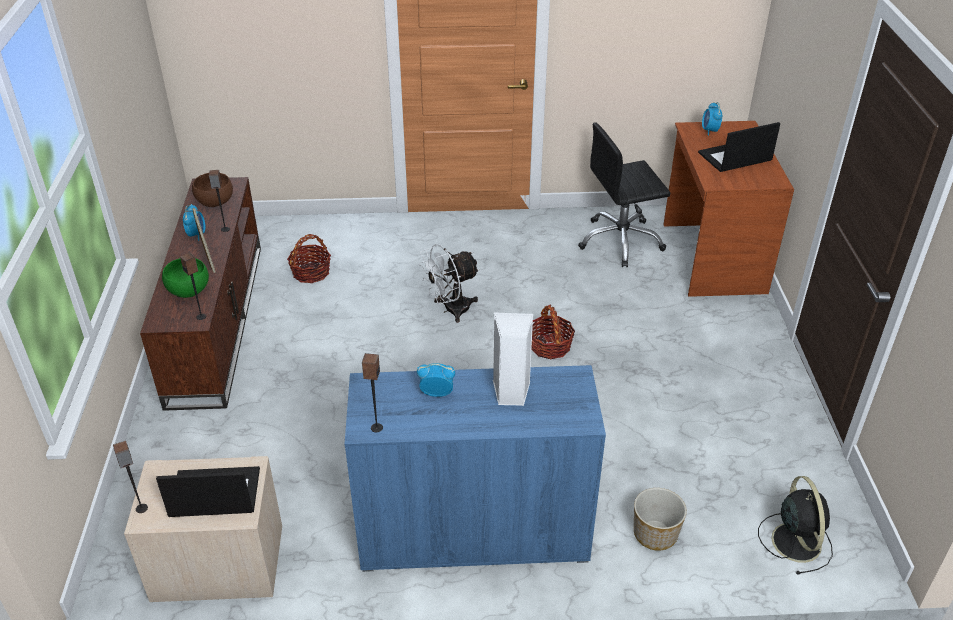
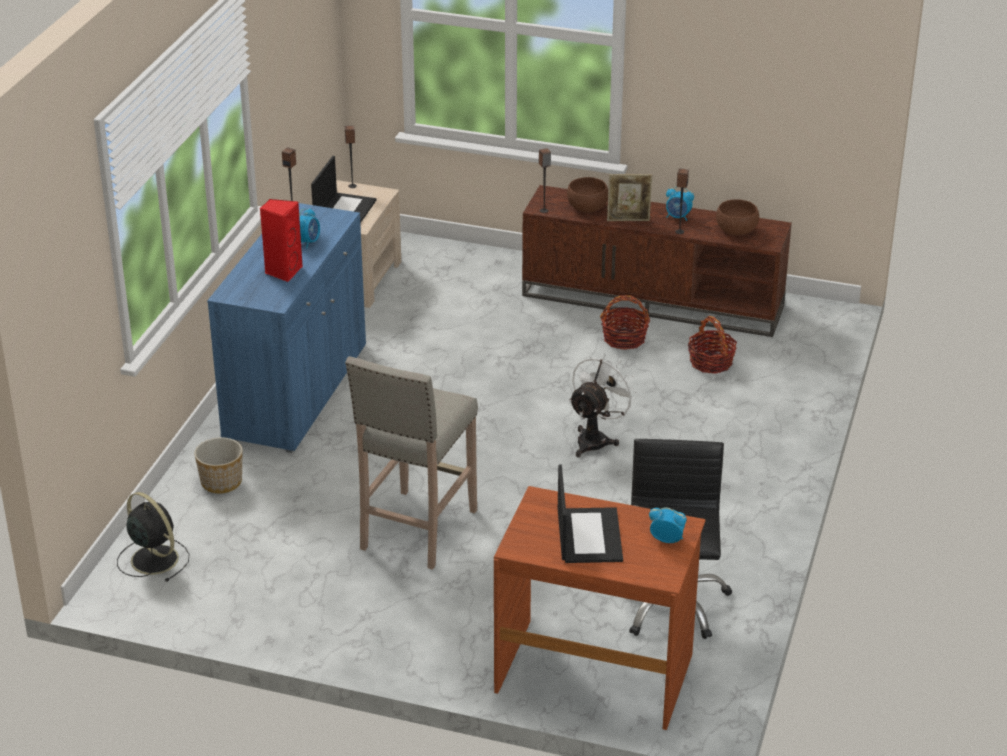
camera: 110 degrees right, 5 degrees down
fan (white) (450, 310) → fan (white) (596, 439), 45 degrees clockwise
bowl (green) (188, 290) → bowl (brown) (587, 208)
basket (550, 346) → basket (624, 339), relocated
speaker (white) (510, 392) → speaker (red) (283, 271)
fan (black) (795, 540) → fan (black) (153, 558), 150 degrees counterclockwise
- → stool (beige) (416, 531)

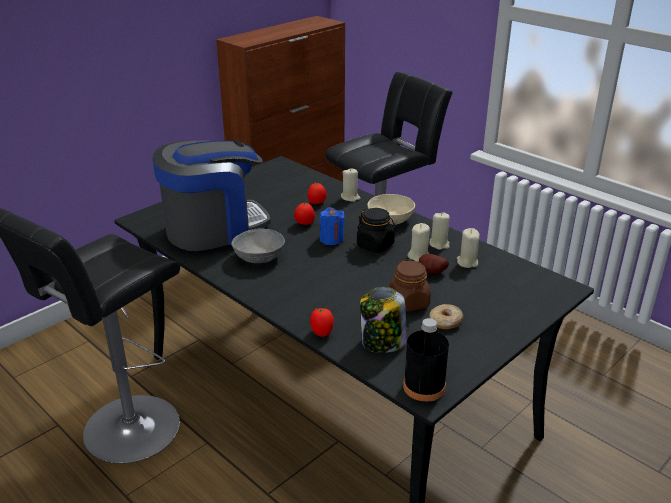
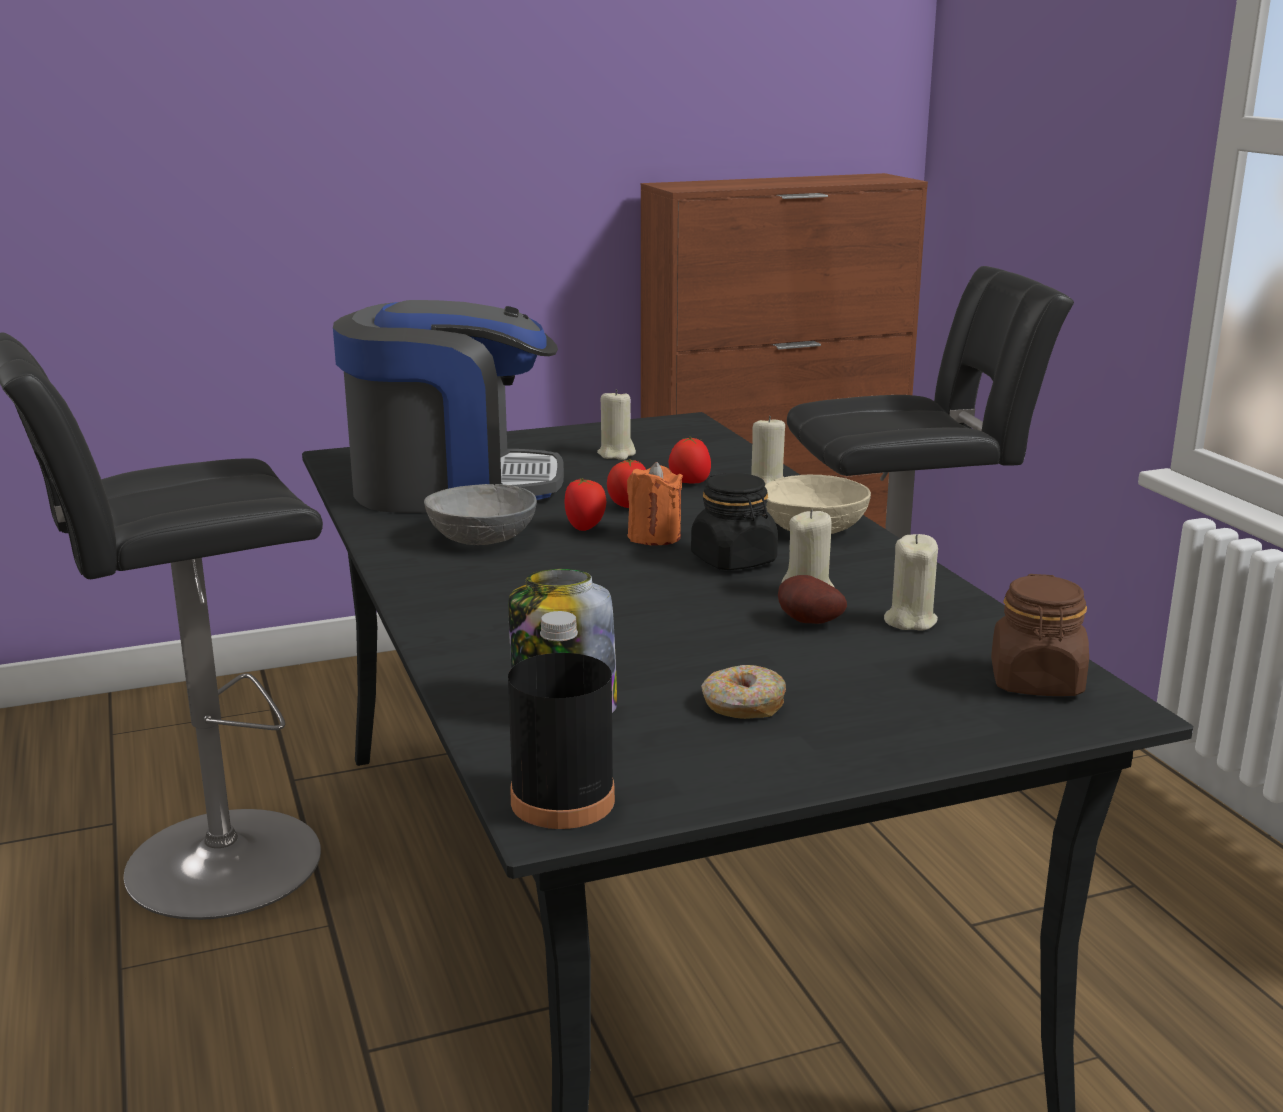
camera: 25 degrees right, 10 degrees down
candle (blue) (331, 239) → candle (orange) (654, 537)
candle (beige) (439, 244) → candle (beige) (616, 454), relocated
jar (brown) (409, 302) → jar (brown) (1036, 682), relocated
tomato (322, 333) → tomato (585, 527), relocated

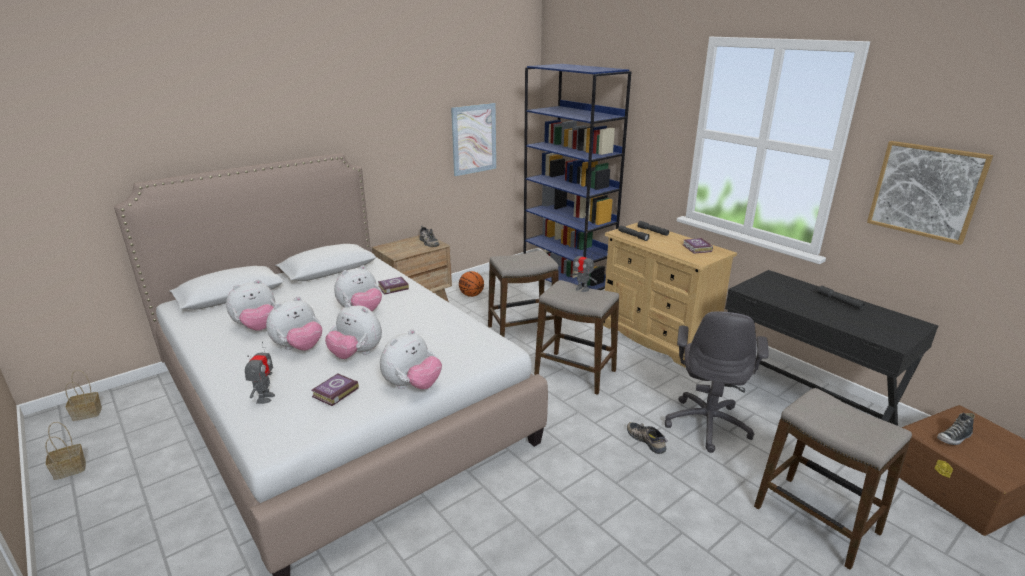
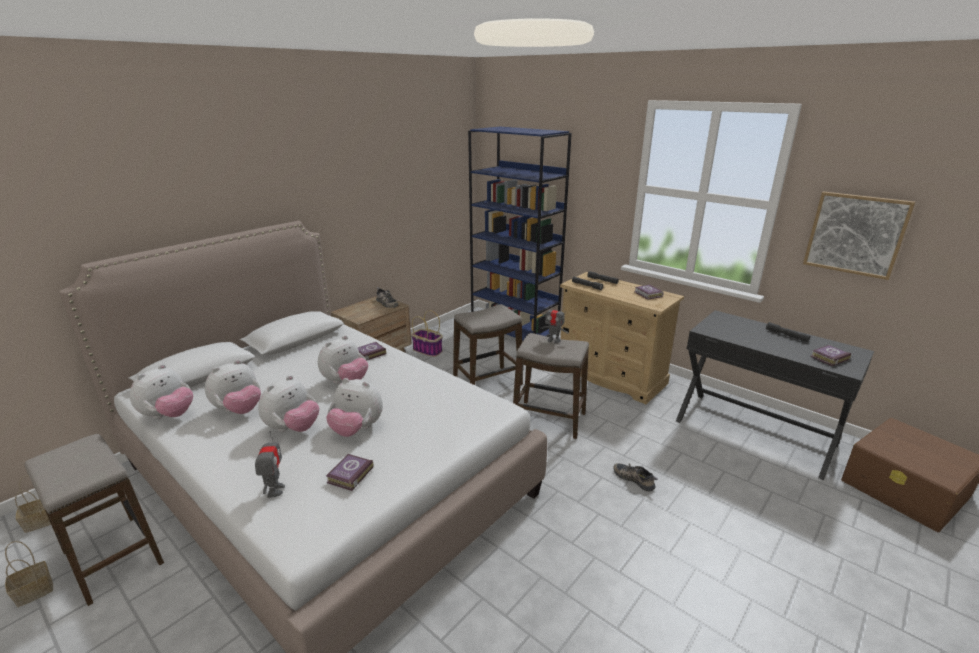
camera: 10 degrees left, 0 degrees up
picture (474, 139) → -
basketball (471, 295) → basket (428, 350)
office chair (grey) (708, 424) → -
plush toy (412, 386) → plush toy (169, 415), relocated
stool (815, 520) → stool (113, 557), relocated
shoe (954, 438) → -
- → book (828, 358)

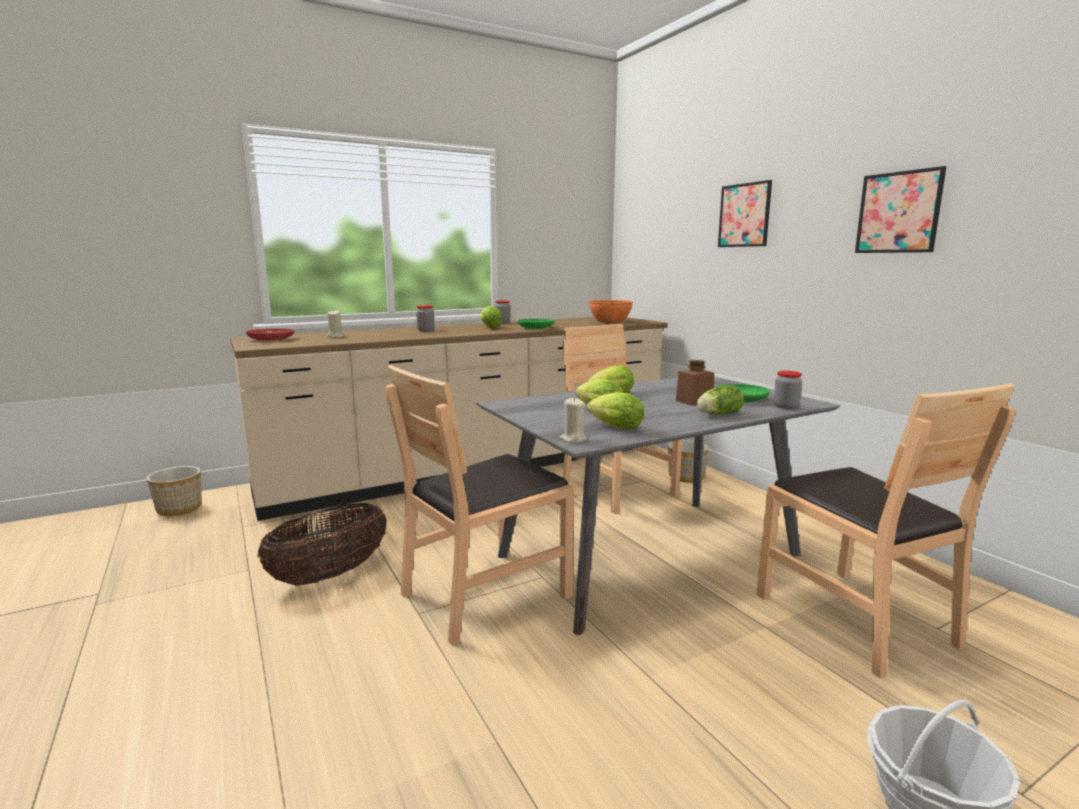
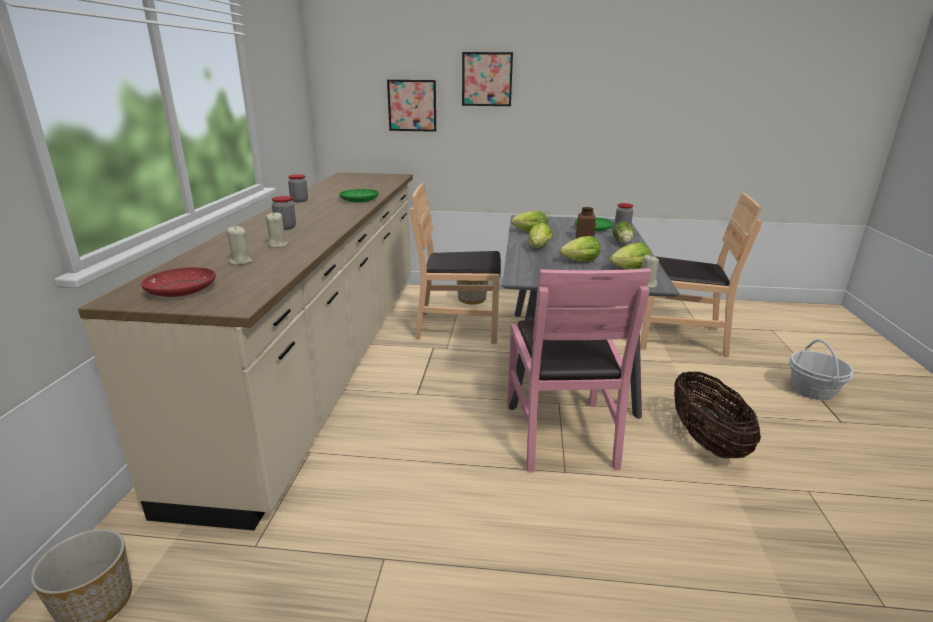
camera: 55 degrees left, 10 degrees up
picture (898, 212) → picture (412, 105), relocated
bowl (orange) (610, 321) → -
lettuce (489, 327) → lettuce (528, 232), relocated
chair (brown) (484, 593) → chair (pink) (561, 433)
basket (329, 575) → basket (706, 441), relocated
- → candle (beige) (277, 245)

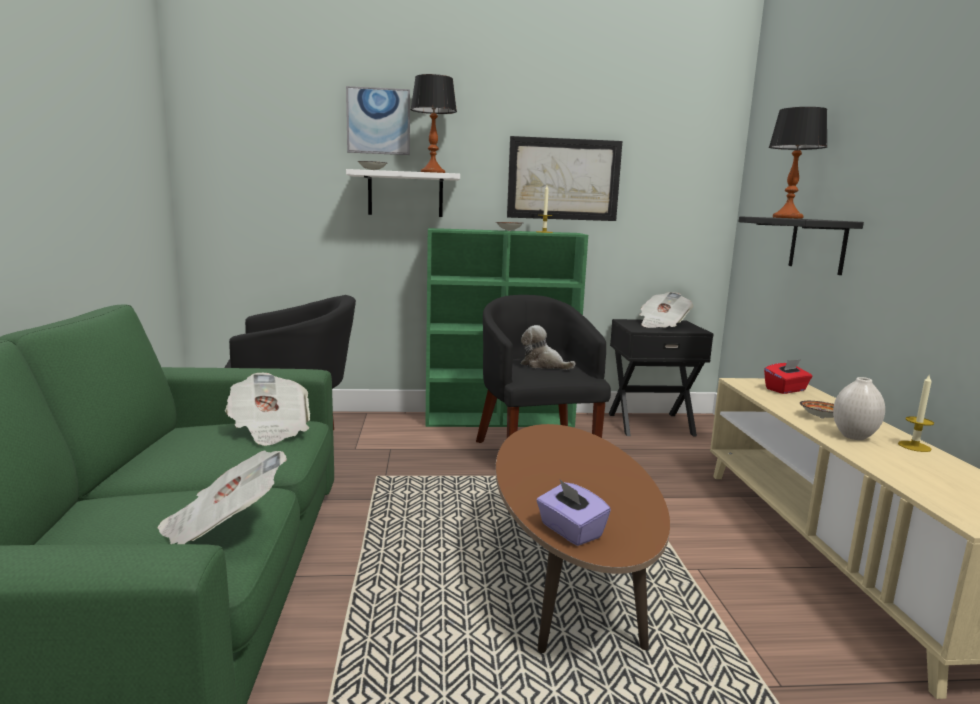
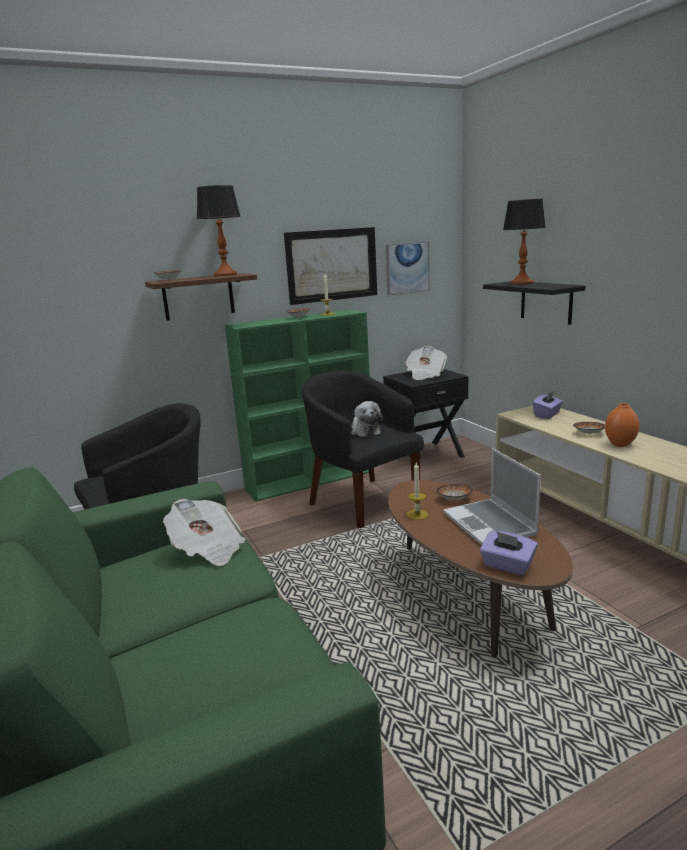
camera: 20 degrees left, 5 degrees up
picture (378, 121) → picture (407, 268), relocated
shelf (white) (405, 194) → shelf (brown) (198, 297)
plush toy (543, 365) → plush toy (365, 431), 120 degrees counterclockwise
tissue box (red) (786, 390) → tissue box (purple) (547, 415)
candle (914, 446) → candle (417, 514), relocated
vase (white) (853, 436) → vase (orange) (619, 444)
newspaper (223, 526) → -
- → laptop (491, 525)
- → bowl (453, 499)

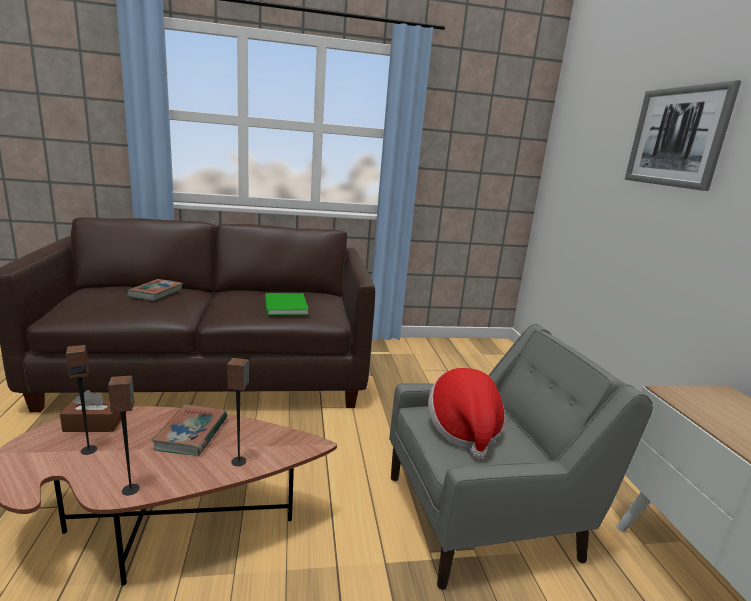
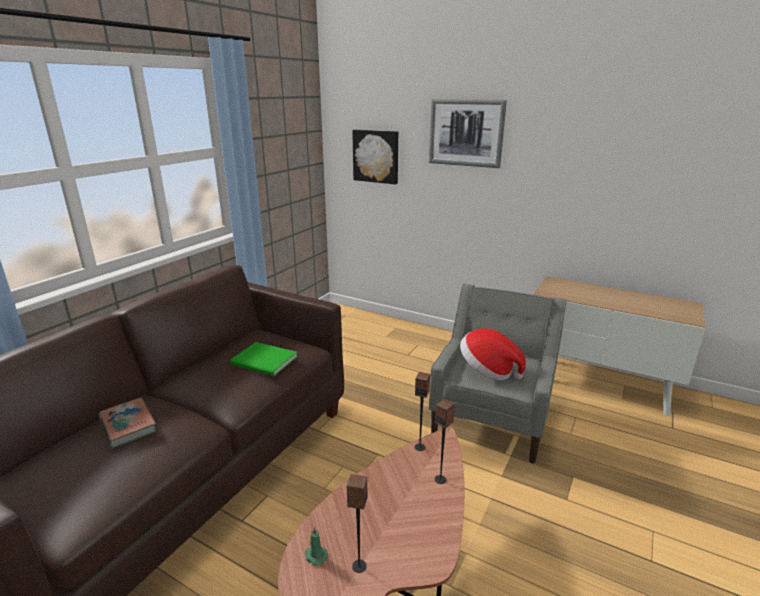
camera: 50 degrees left, 5 degrees up
speaker (131, 489) → speaker (420, 447), relocated
tissue box (brown) (93, 424) → candle (green) (315, 556)
book (191, 434) → -
- → picture (376, 156)

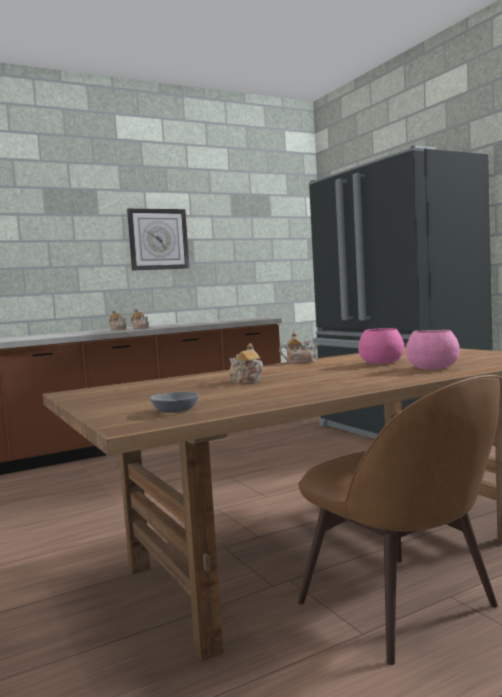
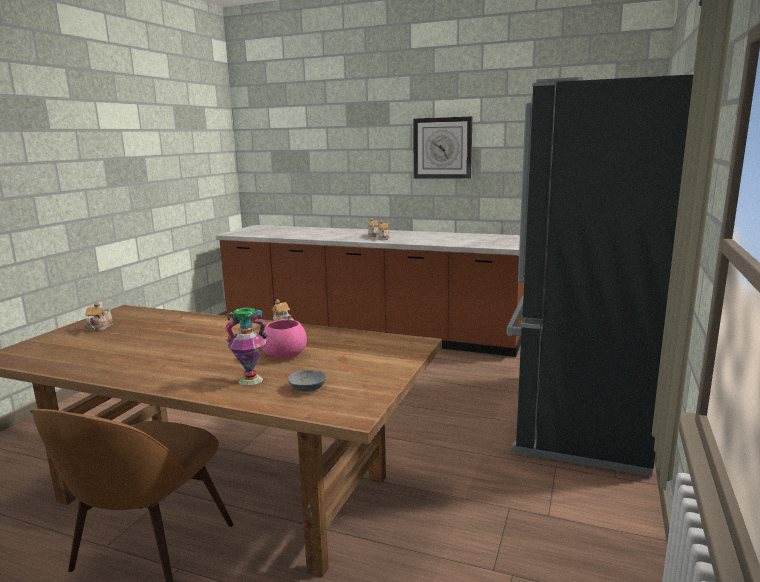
camera: 50 degrees right, 10 degrees up
bowl (pink) (432, 368) → vase (251, 380)
teapot (245, 381) → teapot (100, 327), relocated
bowl (grey) (175, 411) → bowl (grey) (307, 388), relocated

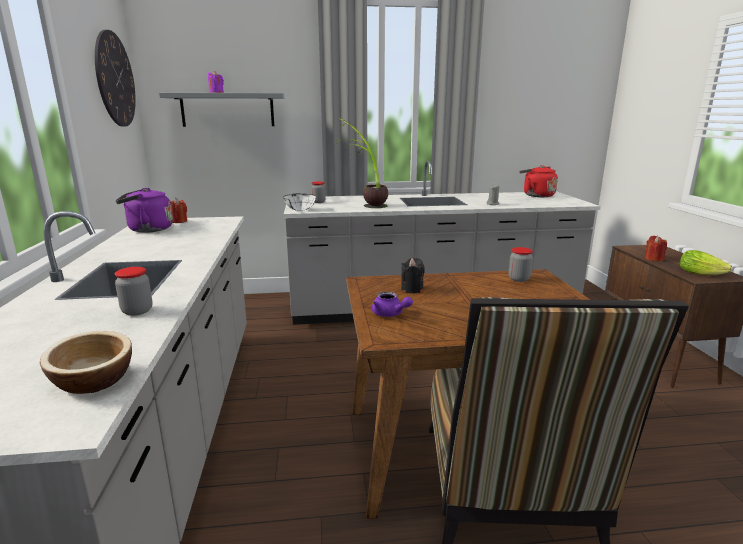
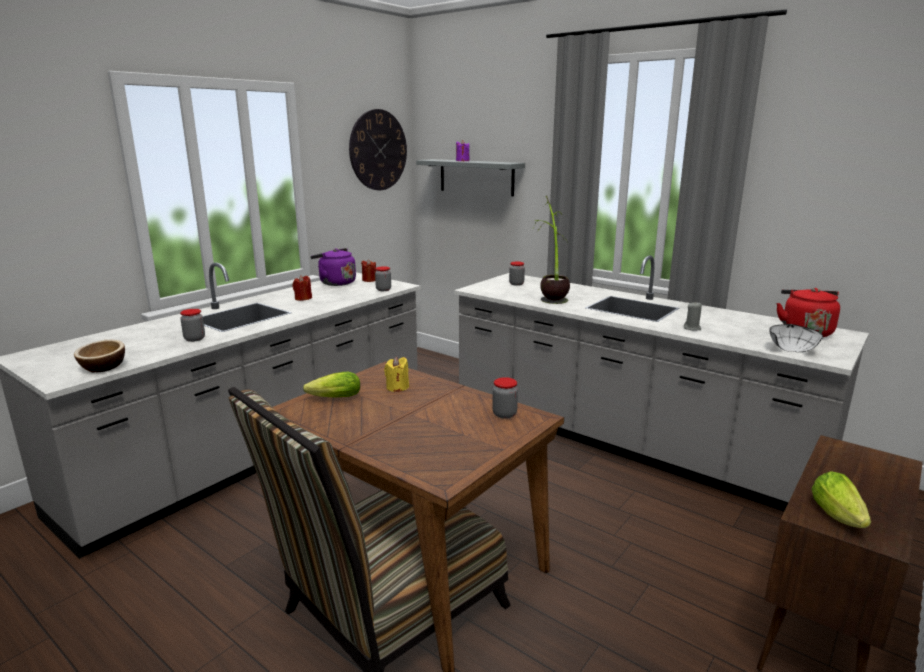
camera: 45 degrees right, 0 degrees up
bowl (white) (298, 209) → bowl (white) (790, 349), relocated
candle (red) (653, 259) → candle (red) (303, 298), relocated
candle (black) (412, 289) → candle (yellow) (397, 387)
teapot (purple) (390, 314) → lettuce (332, 398)
- → jar (383, 289)

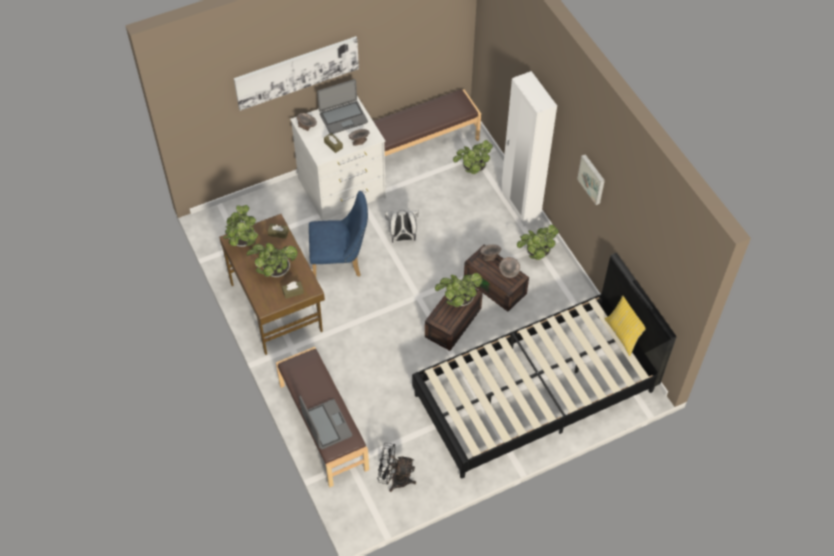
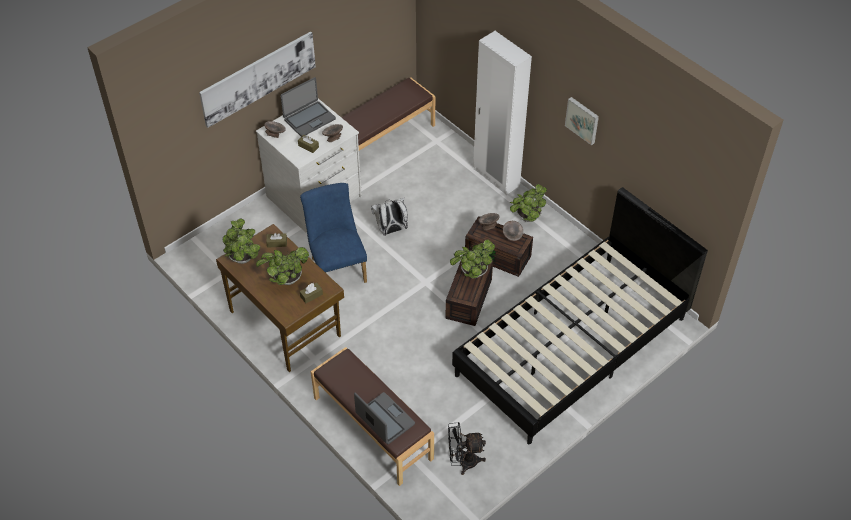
camera: 15 degrees left, 5 degrees down
potted plant (472, 170) → -
chair (blue) (340, 263) → chair (blue) (337, 267), 90 degrees counterclockwise
pillow (yellow) (623, 334) → -

